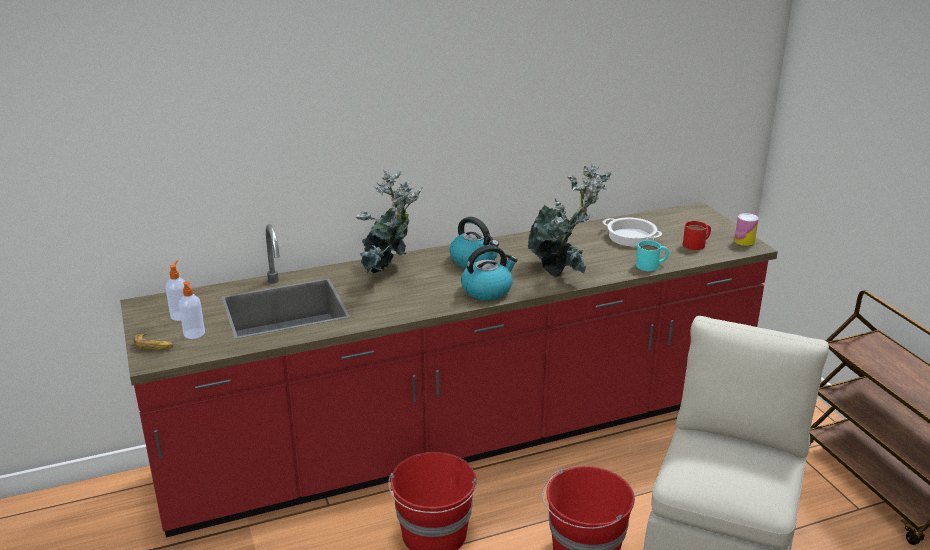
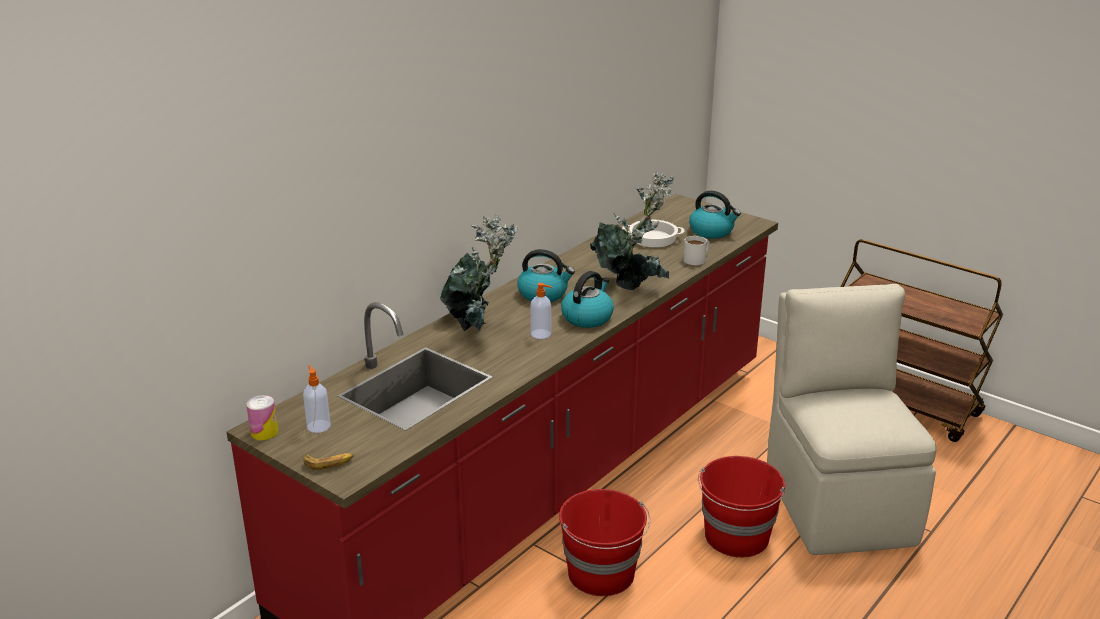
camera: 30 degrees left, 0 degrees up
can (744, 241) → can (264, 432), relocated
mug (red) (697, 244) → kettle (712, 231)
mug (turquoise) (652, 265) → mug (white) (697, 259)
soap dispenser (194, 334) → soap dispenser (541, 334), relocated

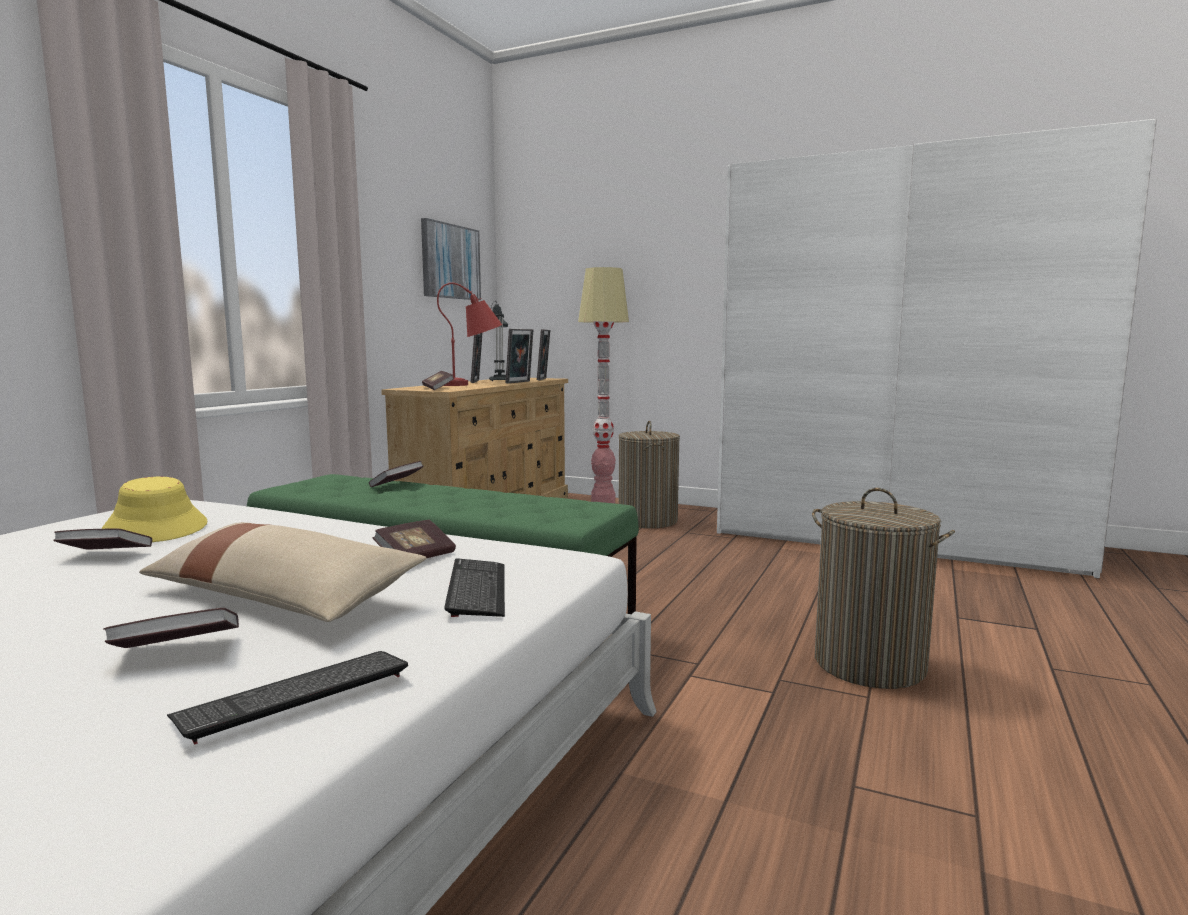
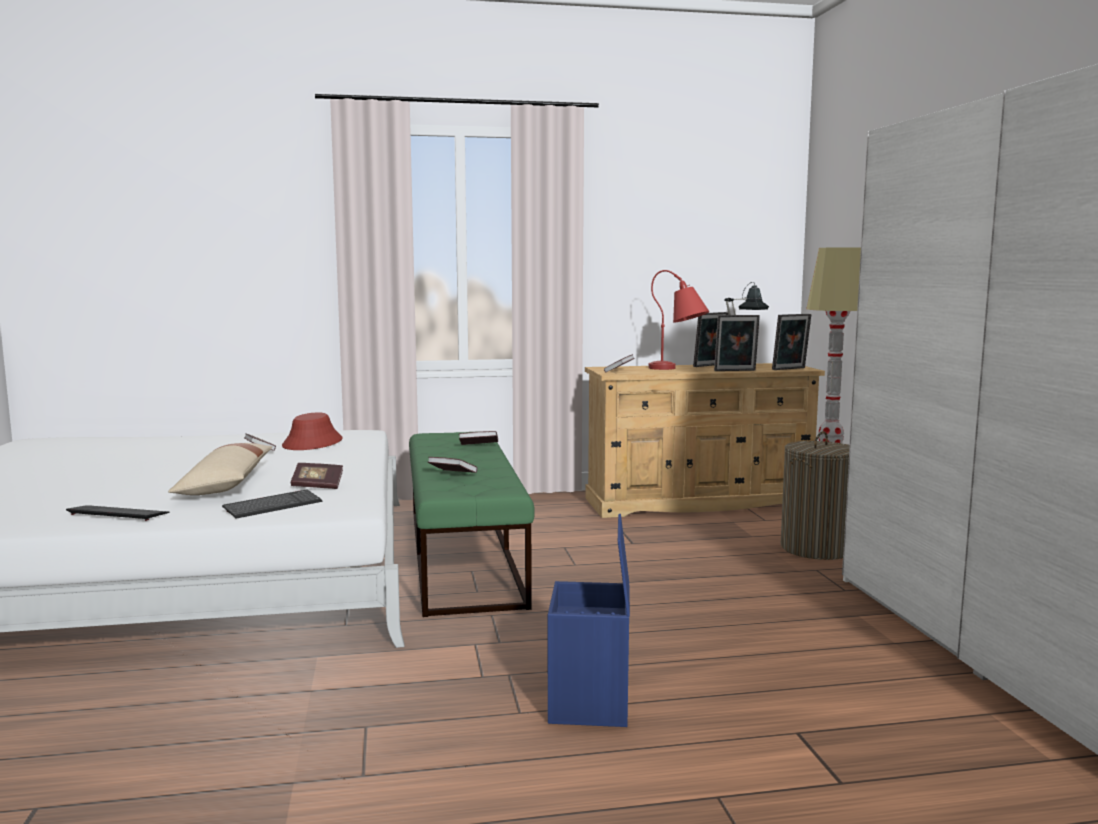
camera: 55 degrees right, 0 degrees up
picture (450, 261) → -
hat (yellow) (156, 528) → hat (red) (313, 443)
laundry basket (869, 664) → storage box (blue) (591, 704)
book (177, 650) → book (452, 474), relocated

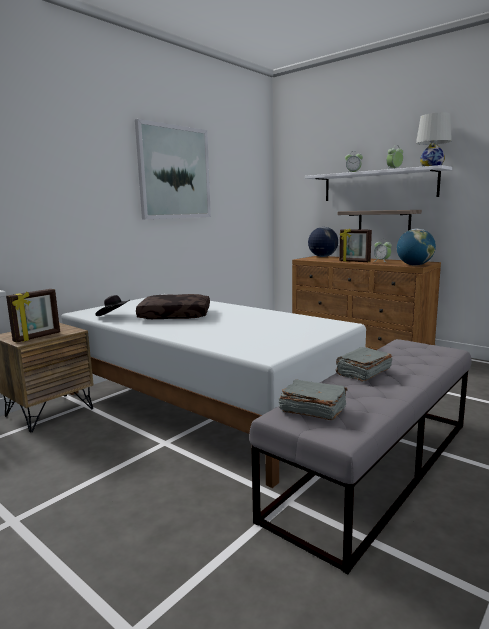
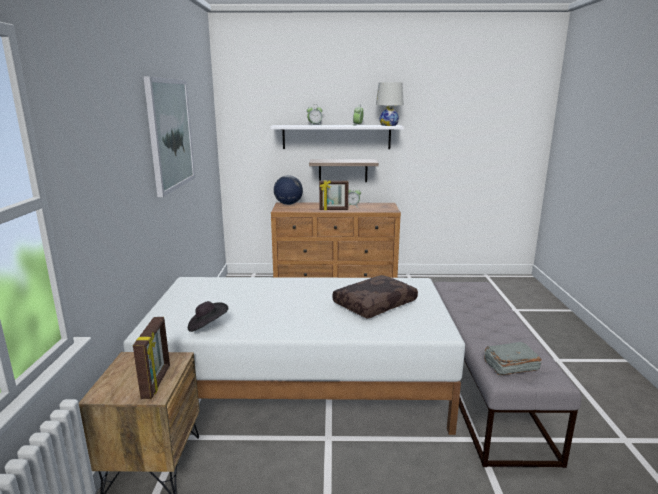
camera: 40 degrees left, 5 degrees up
globe (414, 265) → -
pillow (brown) (176, 315) → pillow (brown) (374, 304), relocated
book (grey) (362, 373) → -

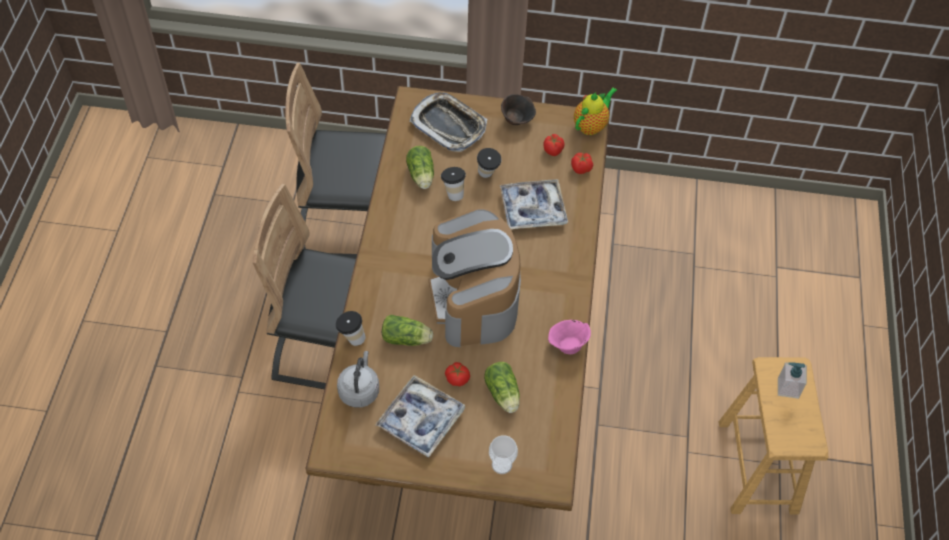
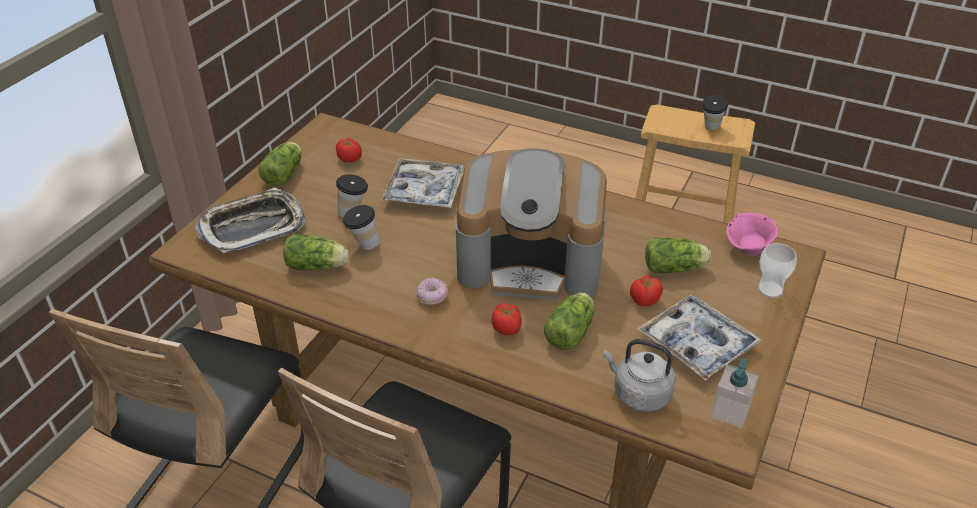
camera: 70 degrees left, 15 degrees down
teapot (591, 125) → -
bowl (brown) (517, 119) → lettuce (285, 173)
tomato (581, 169) → tomato (506, 328), relocated
cup (351, 338) → cup (710, 128), relocated
bowl (pink) (567, 345) → bowl (pink) (748, 249), relocated
soap dispenser (787, 388) → soap dispenser (730, 412), relocated
- → donut (432, 297)

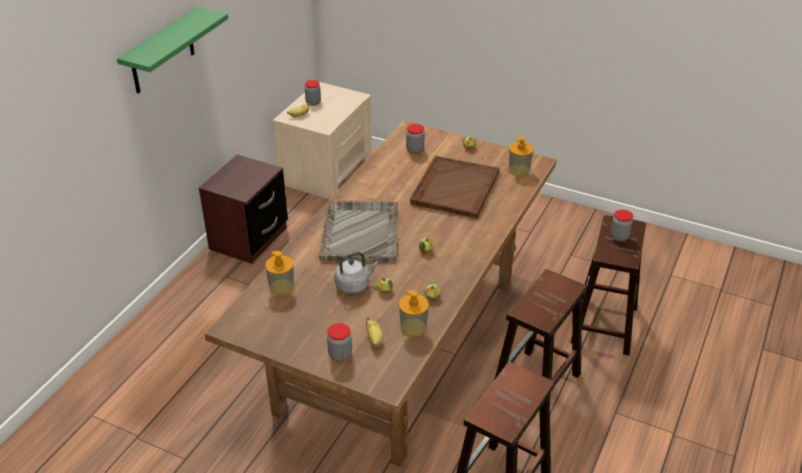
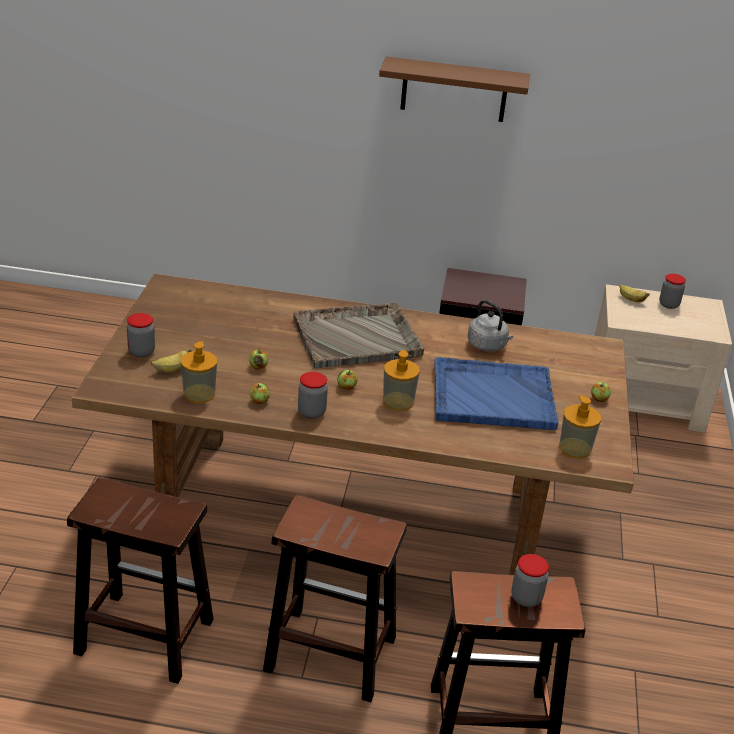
camera: 70 degrees right, 5 degrees down
shelf (green) (162, 52) → shelf (brown) (454, 90)
jar (415, 150) → jar (311, 412), relocated
tray (brown) (454, 188) → tray (blue) (491, 396)
soap dispenser (281, 288) → soap dispenser (398, 401), relocated
kettle (grey) (354, 285) → kettle (grey) (488, 346), relocated

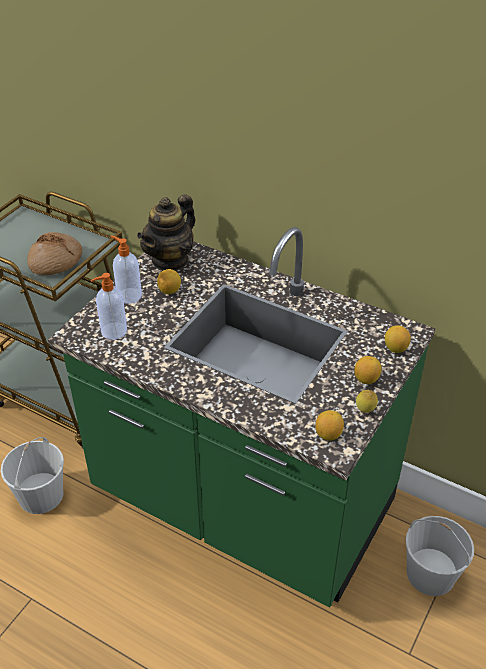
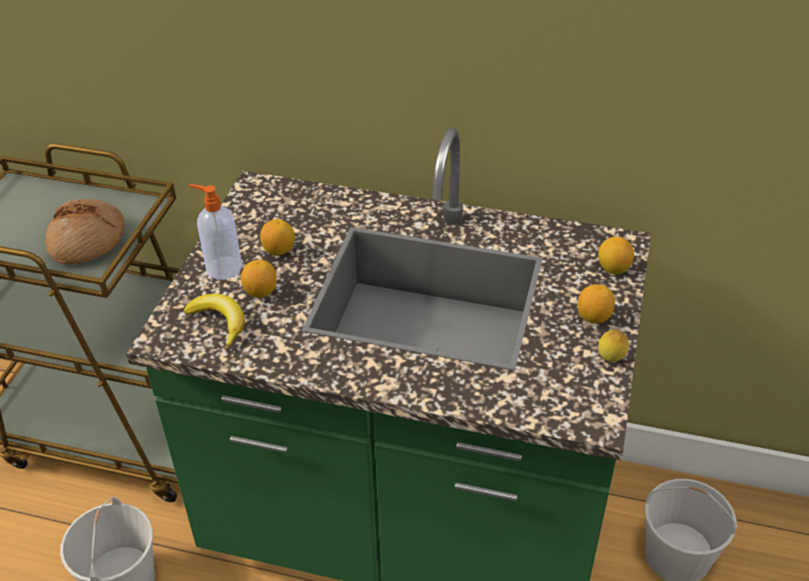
camera: 15 degrees left, 0 degrees up
teapot (170, 260) → -
soap dispenser (113, 331) → banana (219, 322)
lemon (328, 434) → lemon (260, 292), relocated

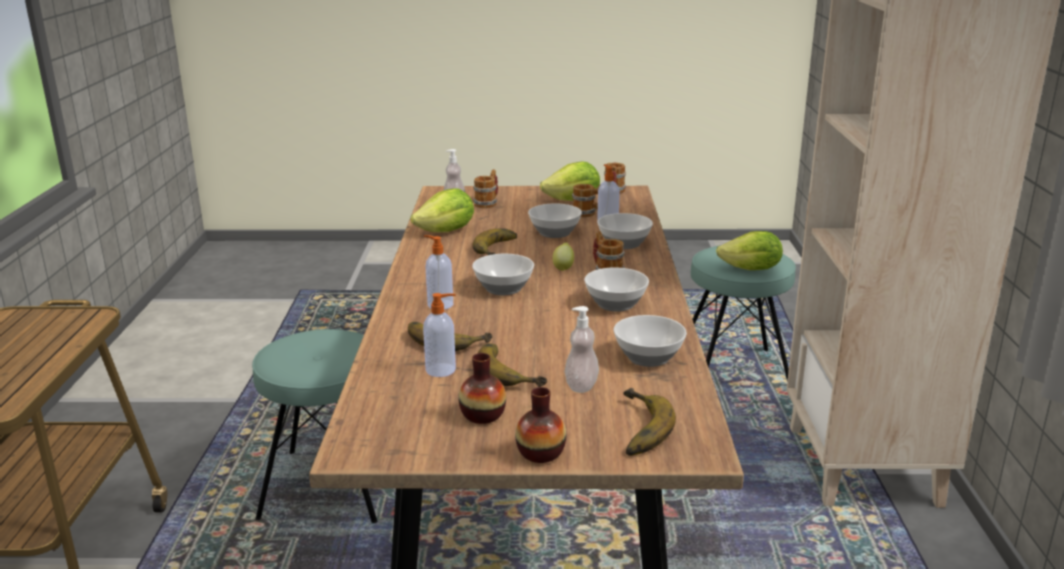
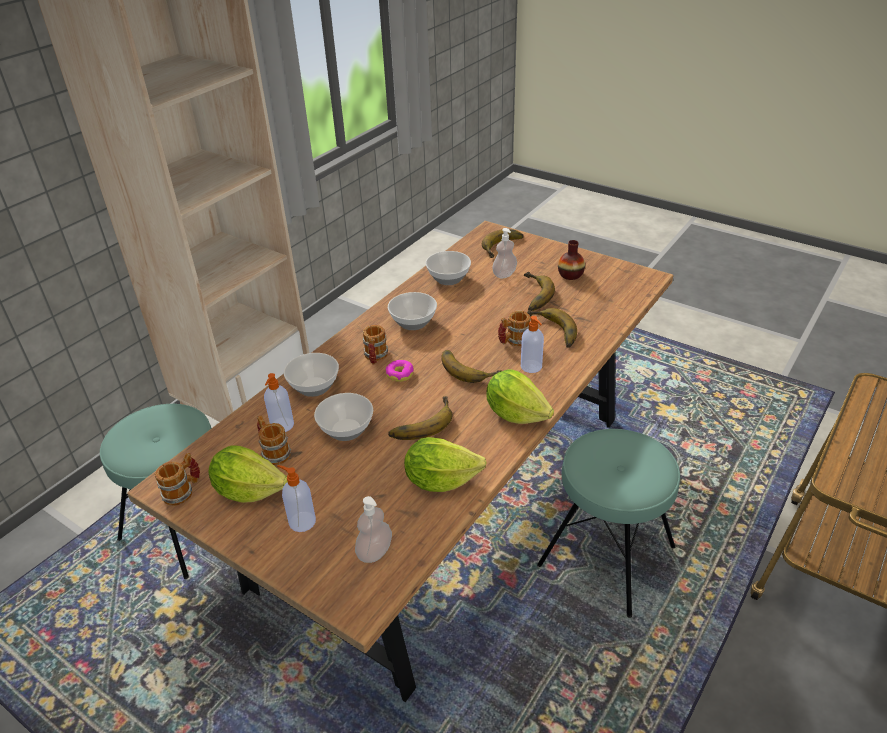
camera: 145 degrees left, 15 degrees up
mug (488, 203) → mug (513, 341), relocated
lettuce (751, 270) → lettuce (516, 413), relocated
lemon (563, 268) → donut (400, 374)
bowl (503, 288) → banana (469, 367)
soap dispenser (442, 370) → soap dispenser (301, 521), relocated
vase (540, 453) → -

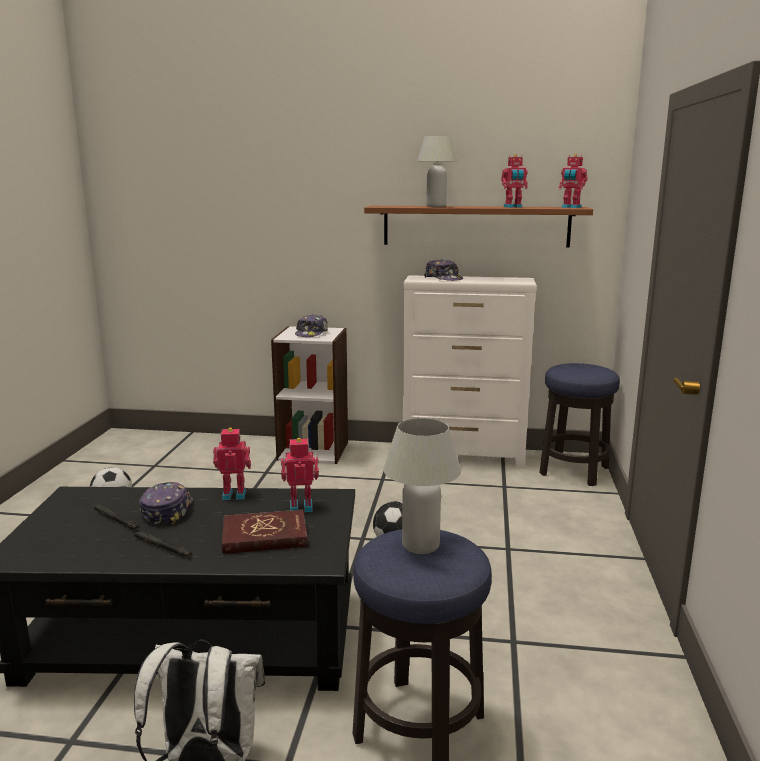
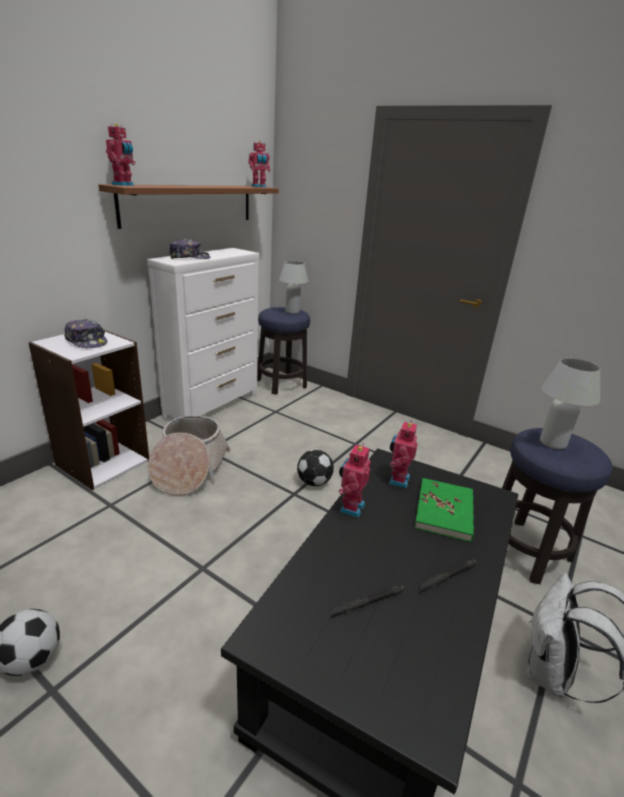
camera: 65 degrees left, 10 degrees up
table lamp (white) (436, 206) → table lamp (white) (292, 312), relocated
toy robot (513, 207) → toy robot (124, 185), relocated
cap (167, 511) → -
book (red) (265, 536) → book (green) (444, 511)
- → basket (189, 468)

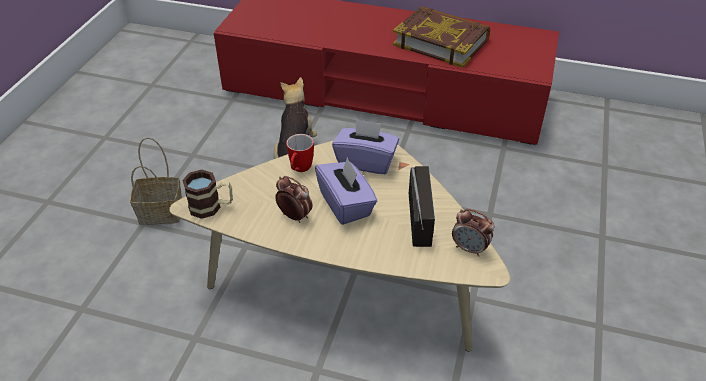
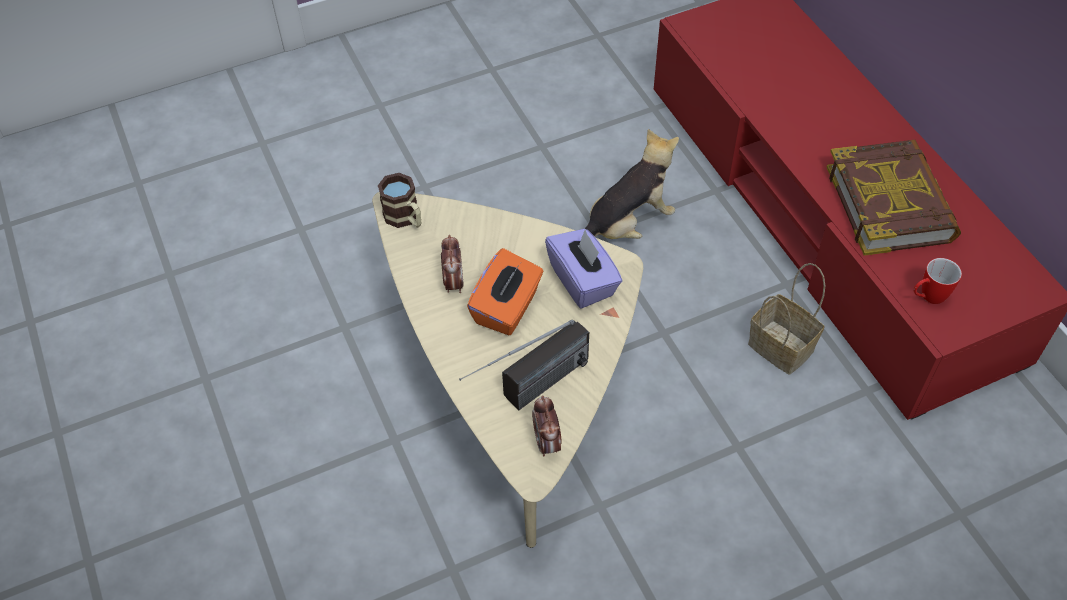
camera: 50 degrees right, 10 degrees up
mug (299, 170) → mug (927, 298), relocated
basket (159, 213) → basket (778, 347), relocated
tissue box (purple) (346, 204) → tissue box (orange) (507, 308)

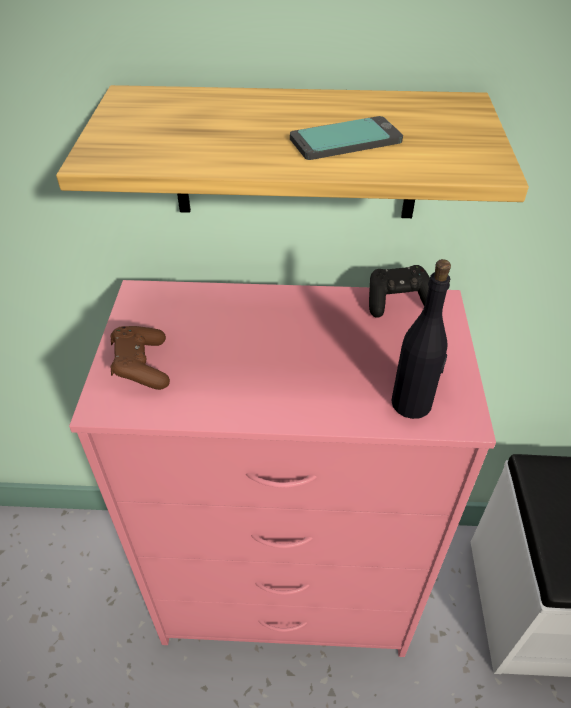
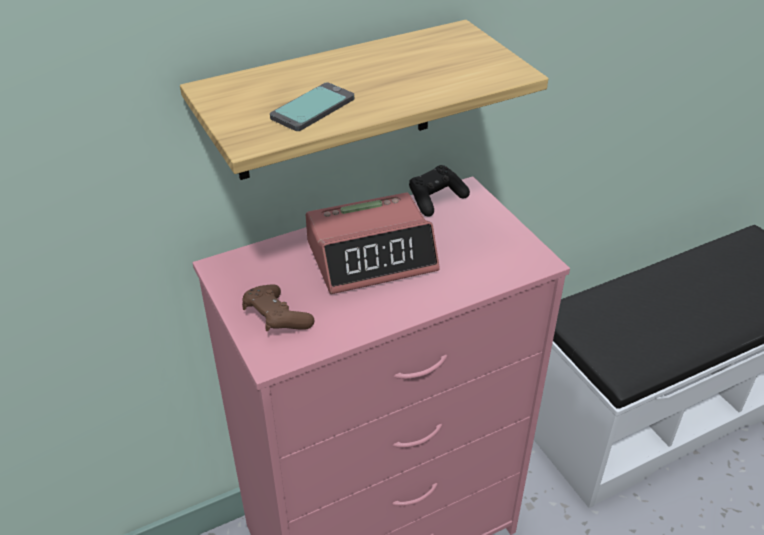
camera: 30 degrees left, 5 degrees down
phone (345, 140) → phone (312, 108), relocated
bottle (black) (412, 403) → -
- → alarm clock (372, 255)

